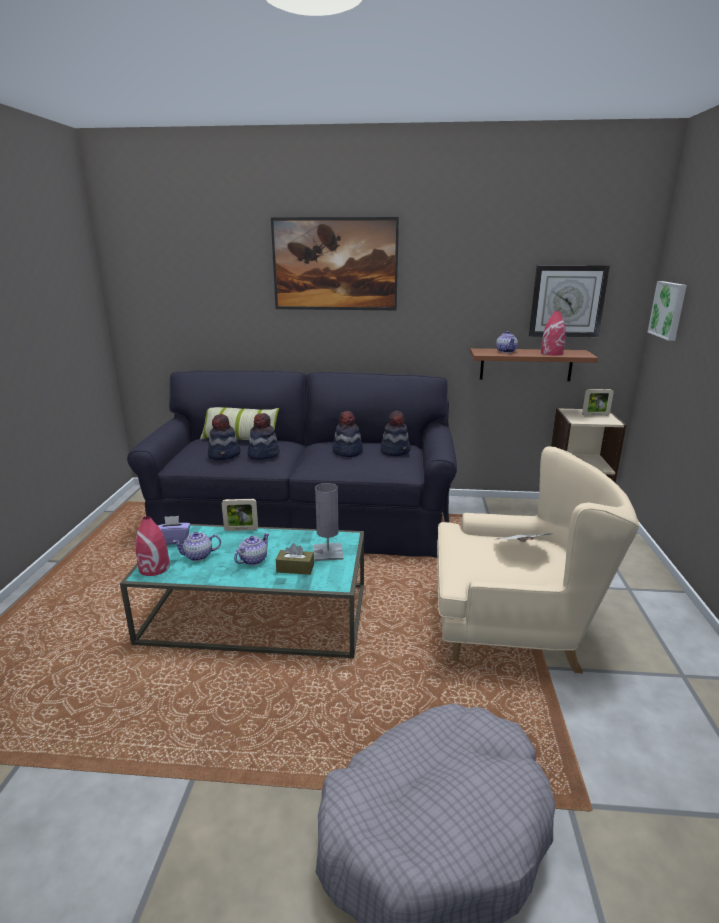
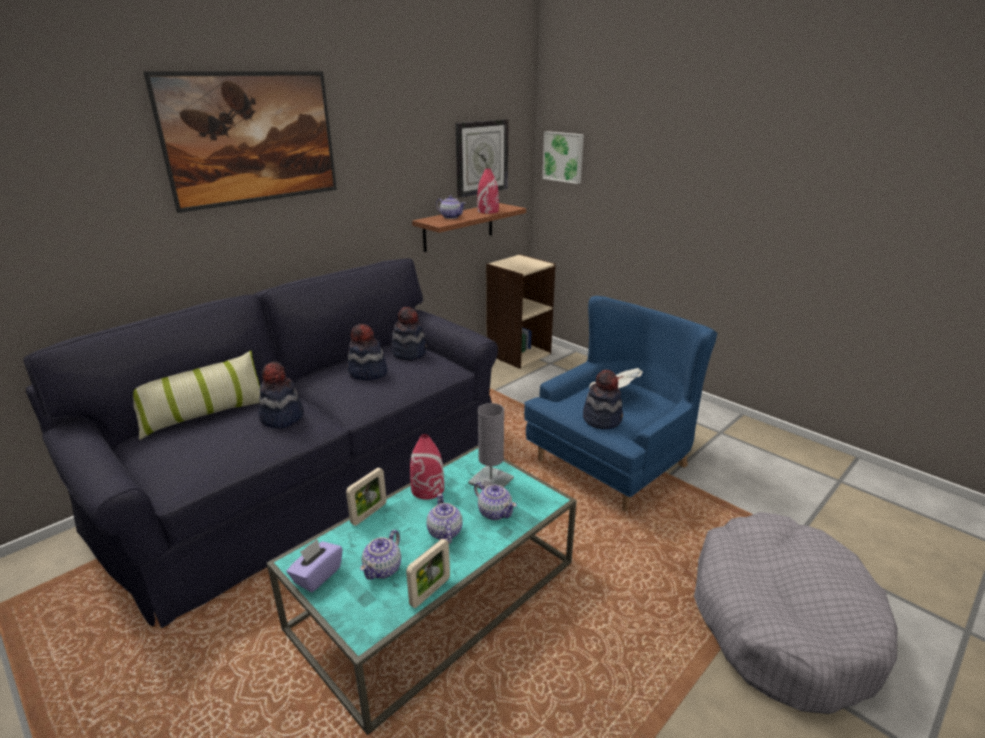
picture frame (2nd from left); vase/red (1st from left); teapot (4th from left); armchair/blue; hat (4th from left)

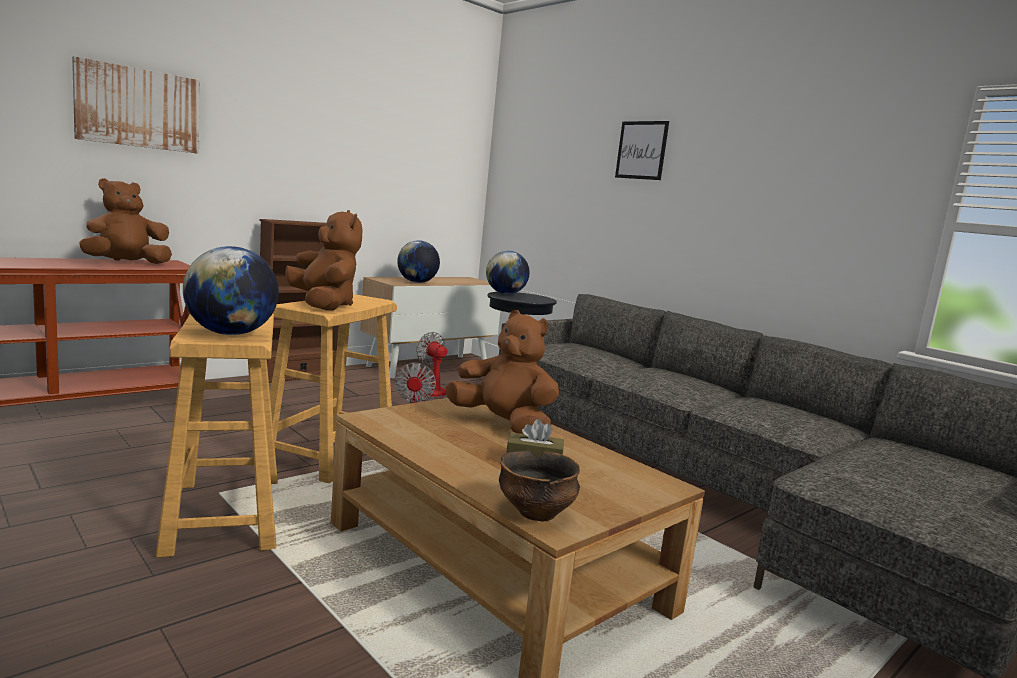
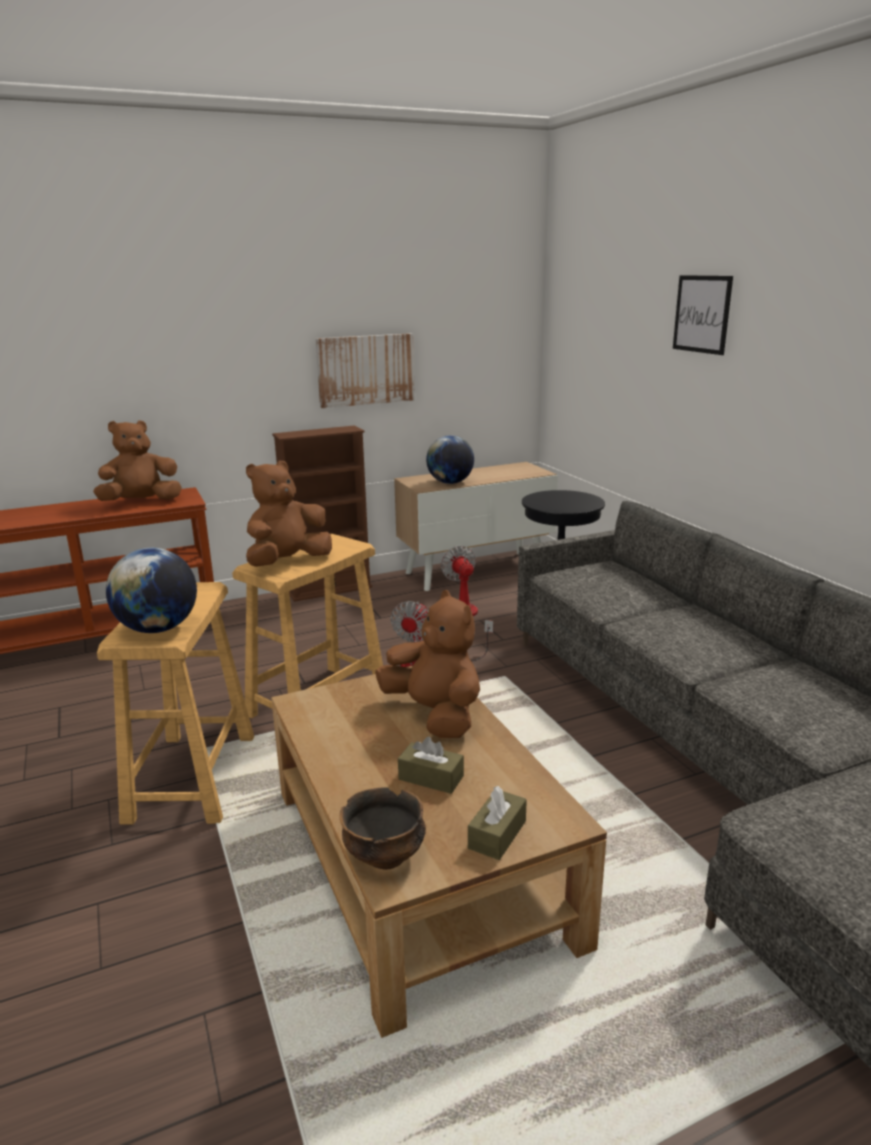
plush toy/brown (2nd from left); picture (1st from left); tissue box/brown (2nd from left); globe (3rd from left in the first image)

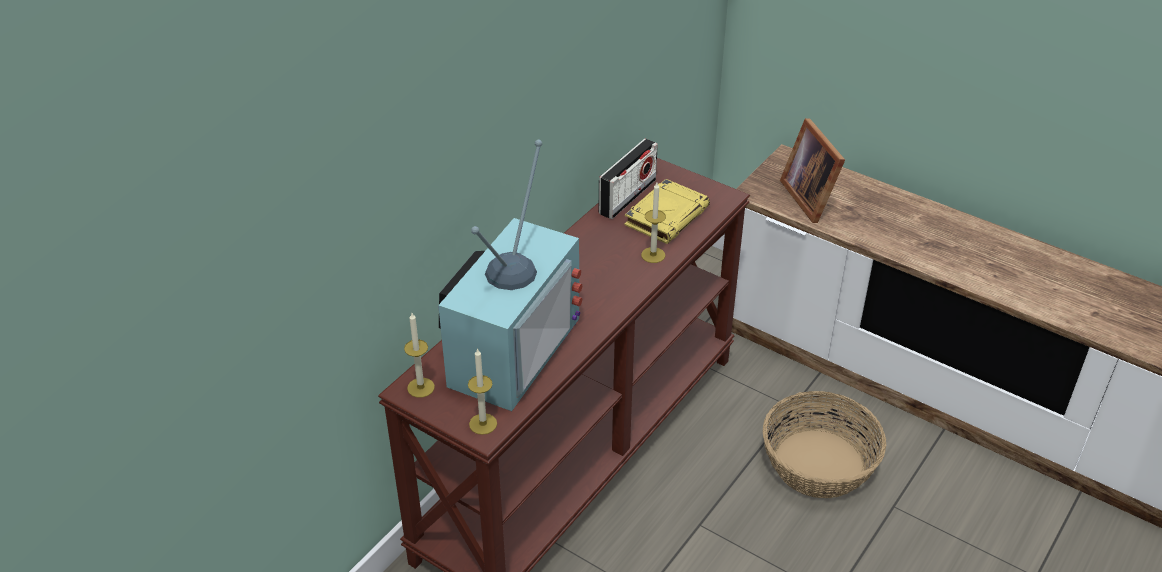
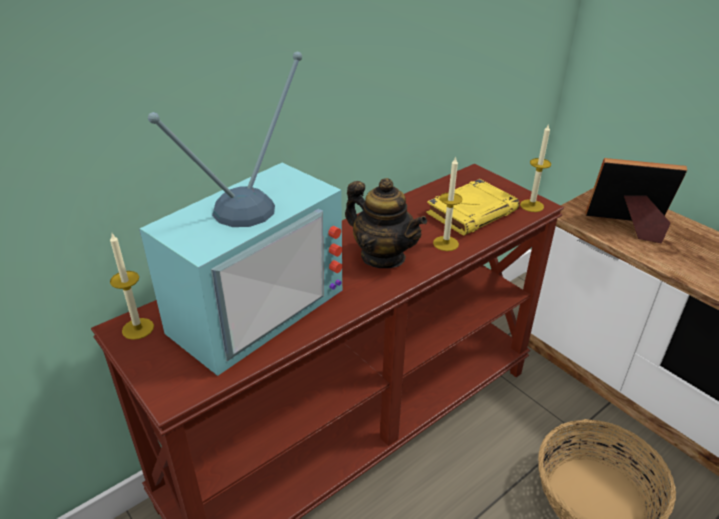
teapot; candle (3rd from left); picture frame; radio

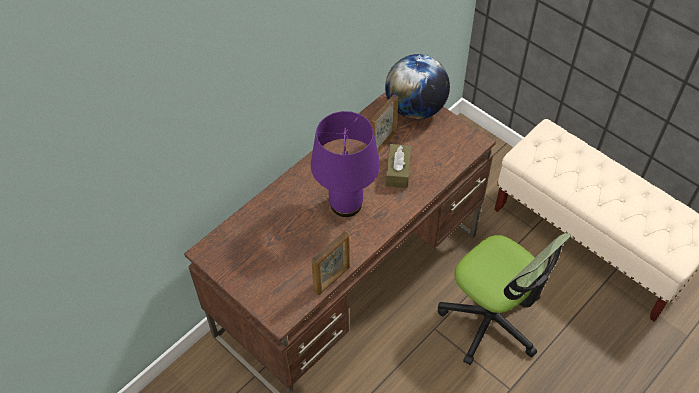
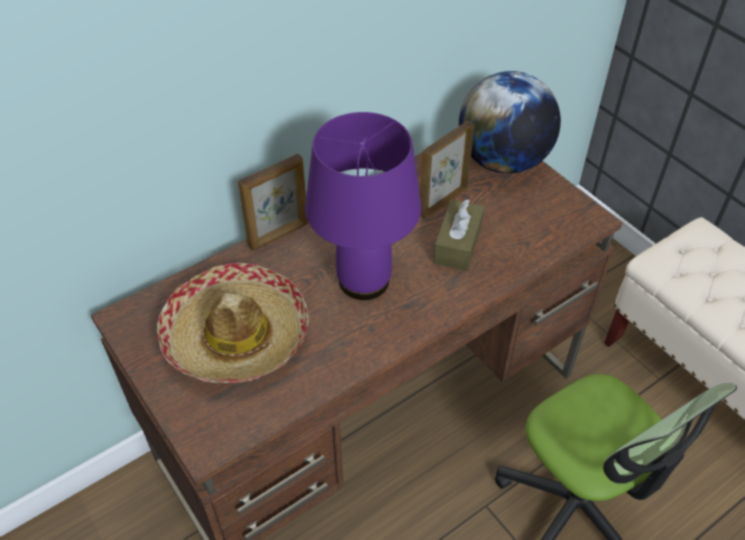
hat; picture frame (1st from left)

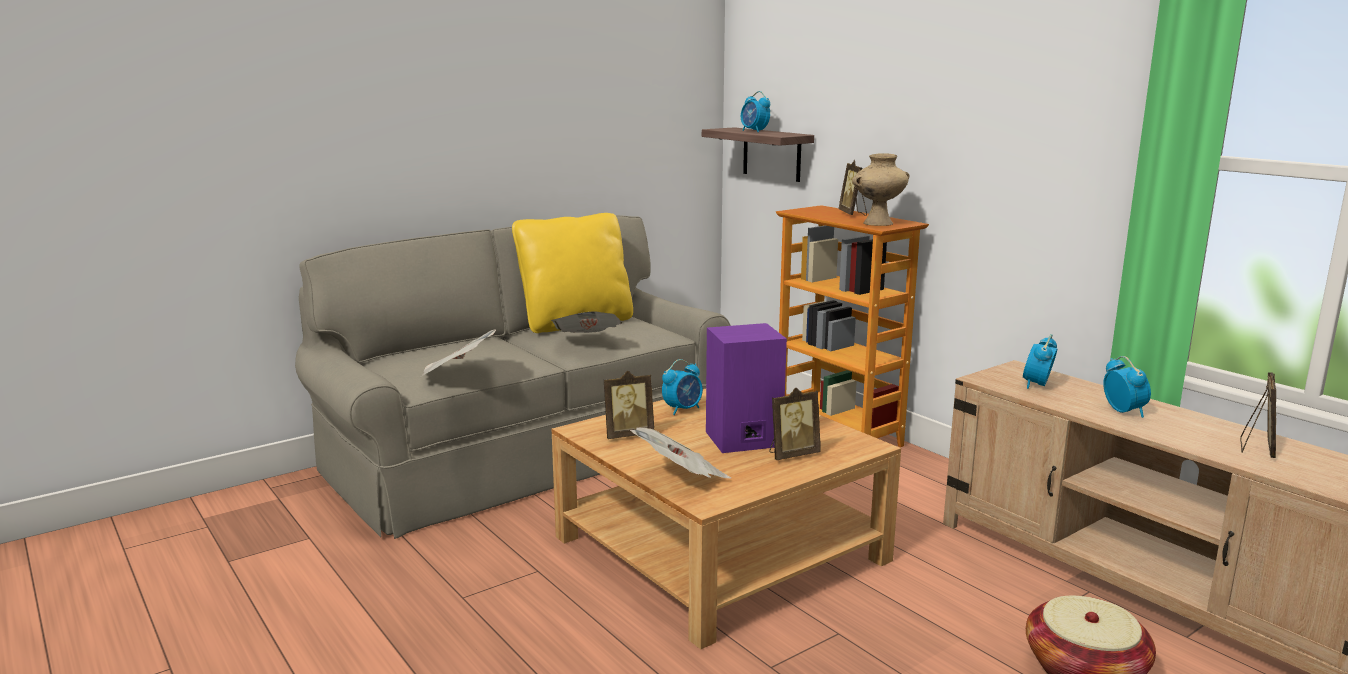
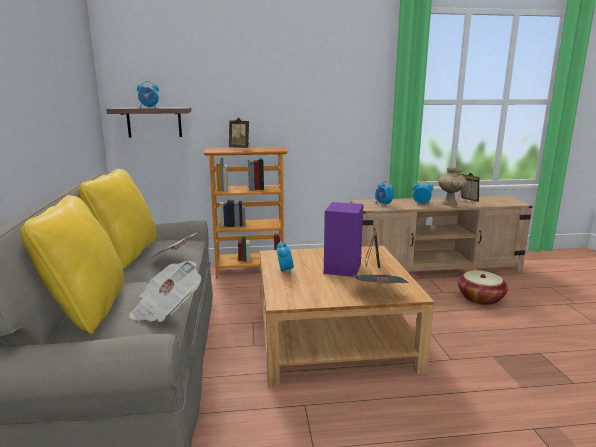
pillow/yellow (1st from left); vase/beige; picture frame (1st from left in the first image)

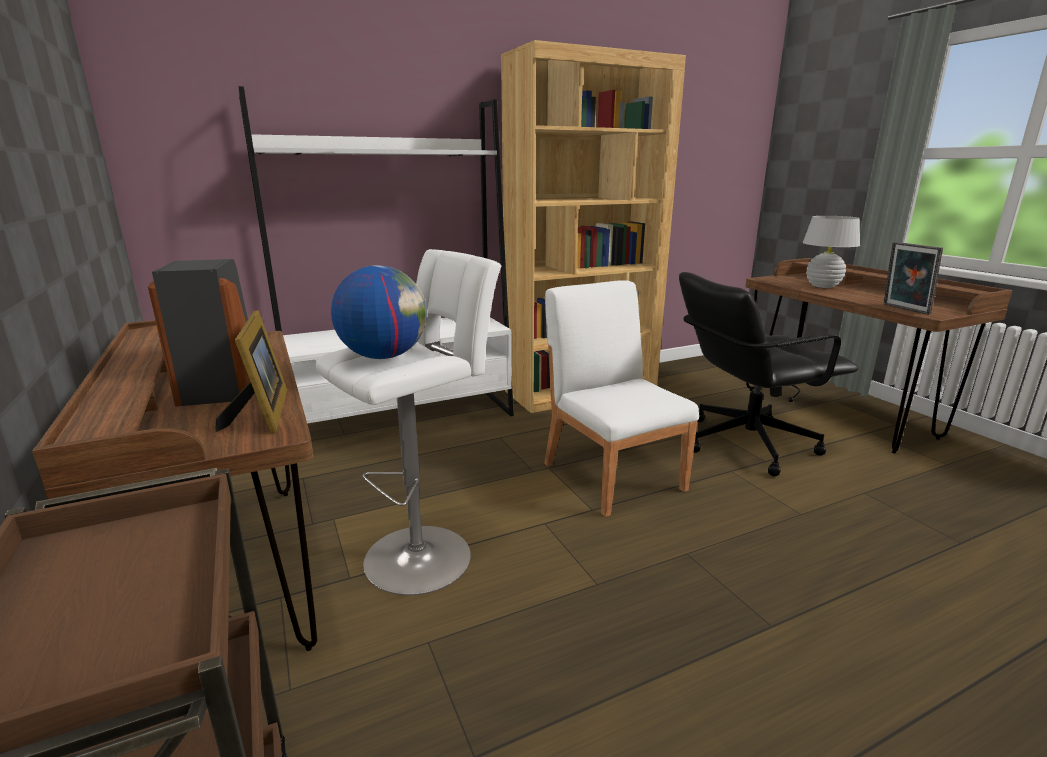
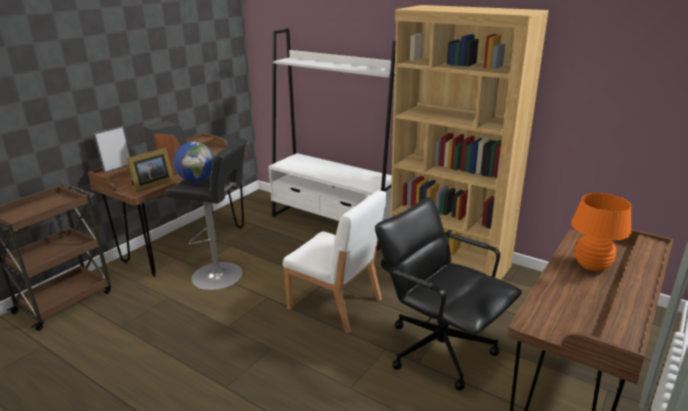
picture frame (1st from left); stool/black; chair/white; table lamp/orange

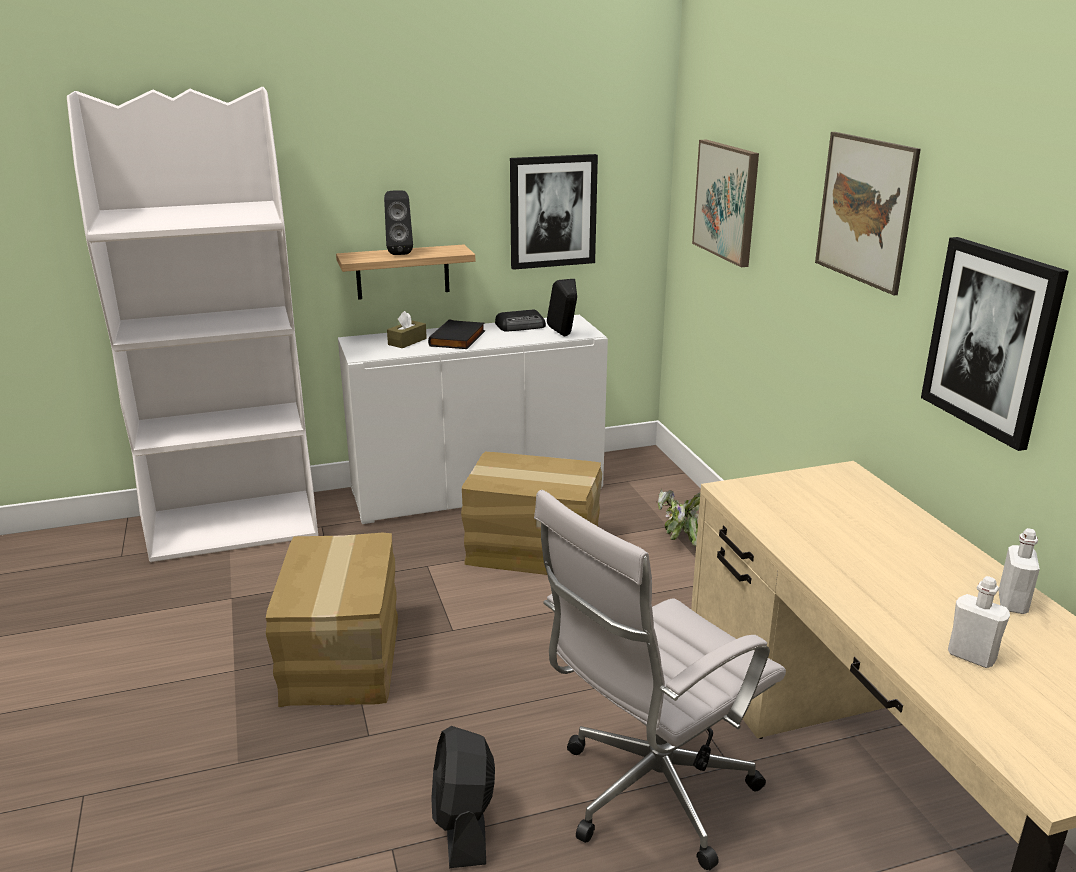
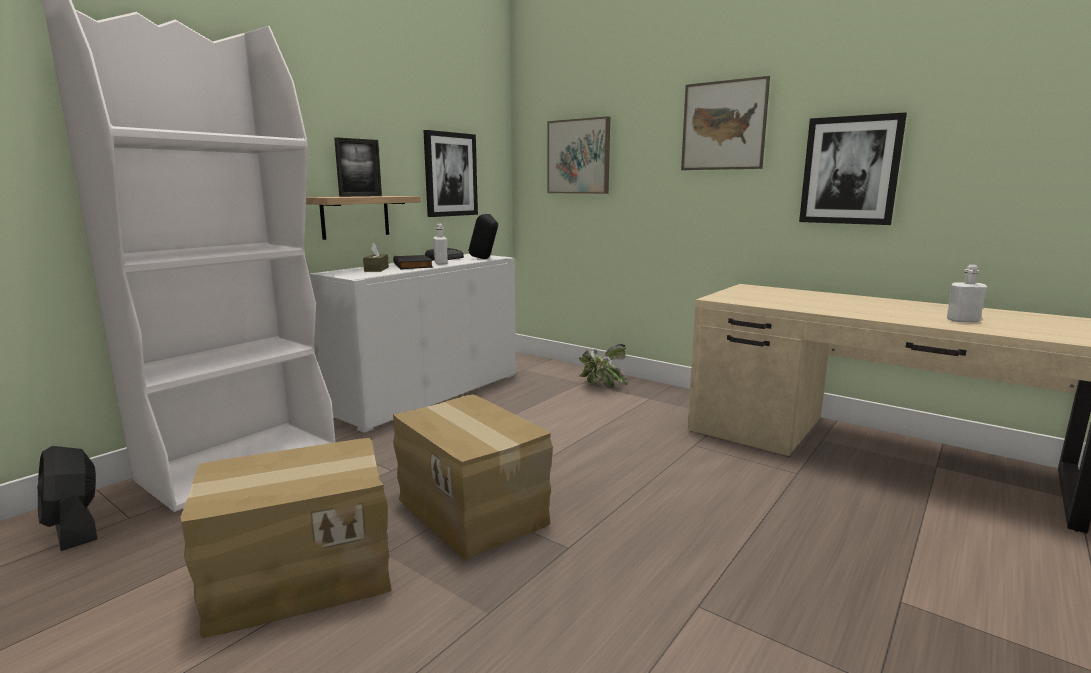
fan/black; cardboard box (1st from left); picture frame; bottle/white (1st from left); office chair/white

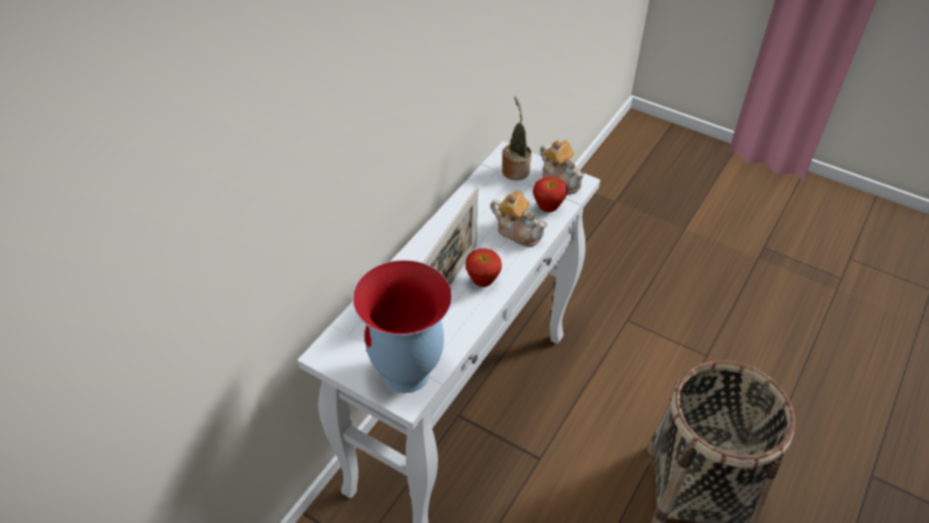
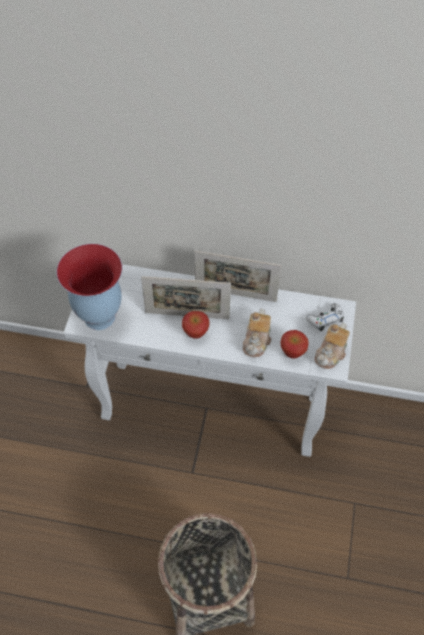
picture frame (2nd from left); game controller/white

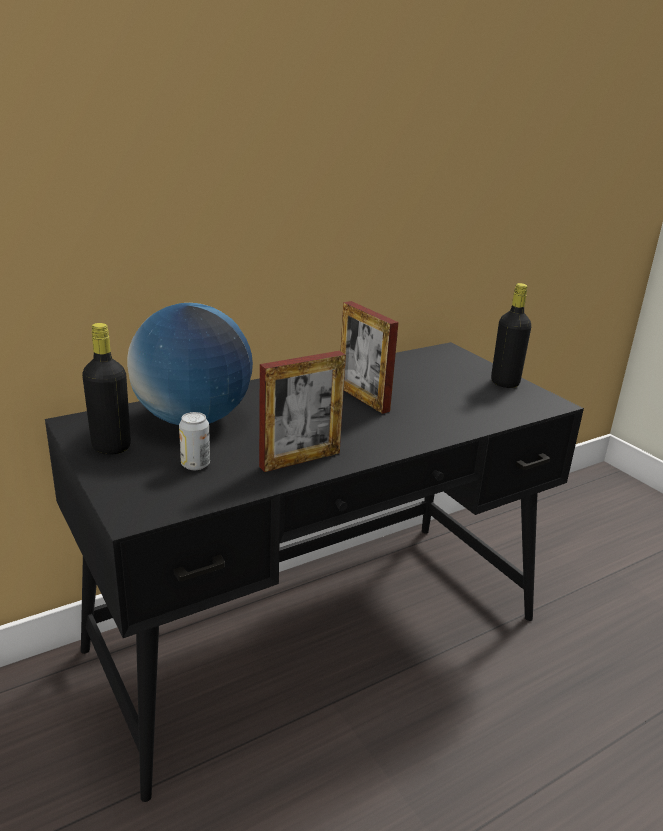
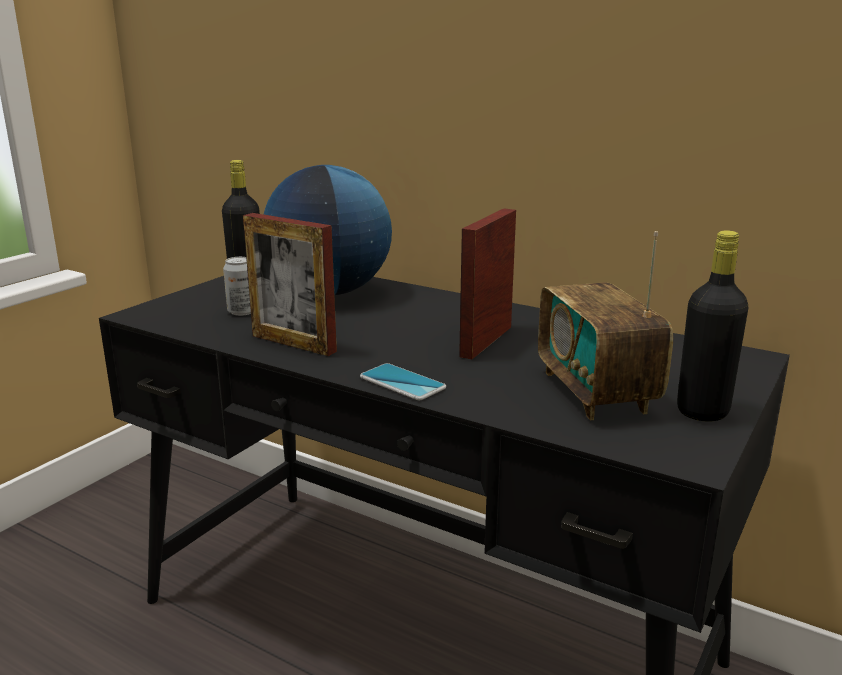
phone; radio

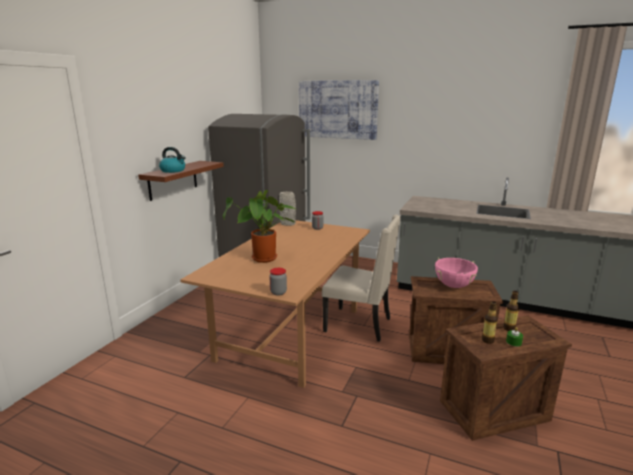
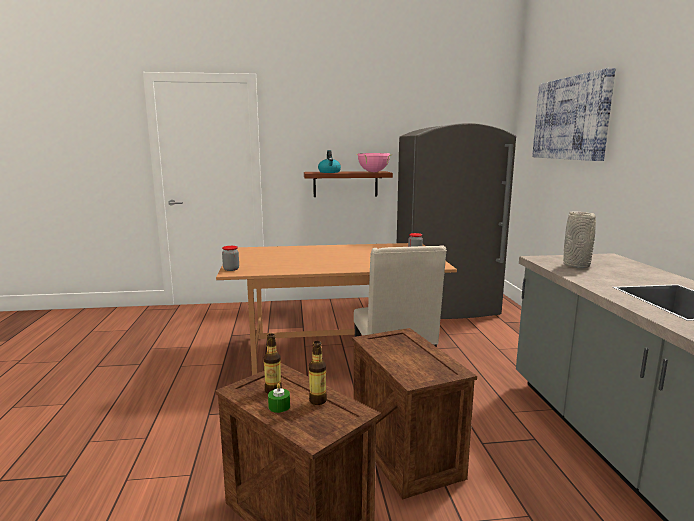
cooking pot/pink; vase/grey; potted plant

